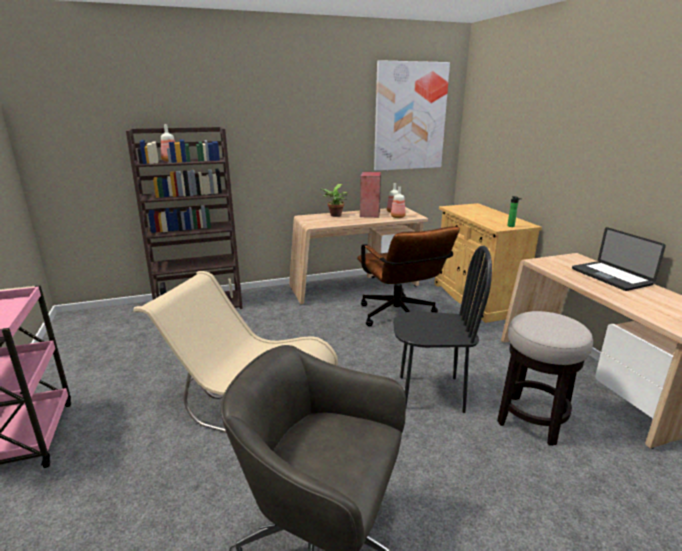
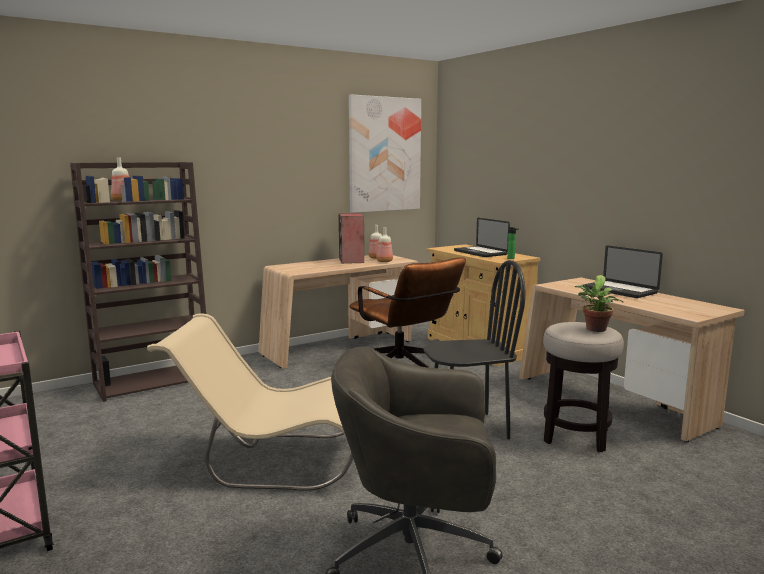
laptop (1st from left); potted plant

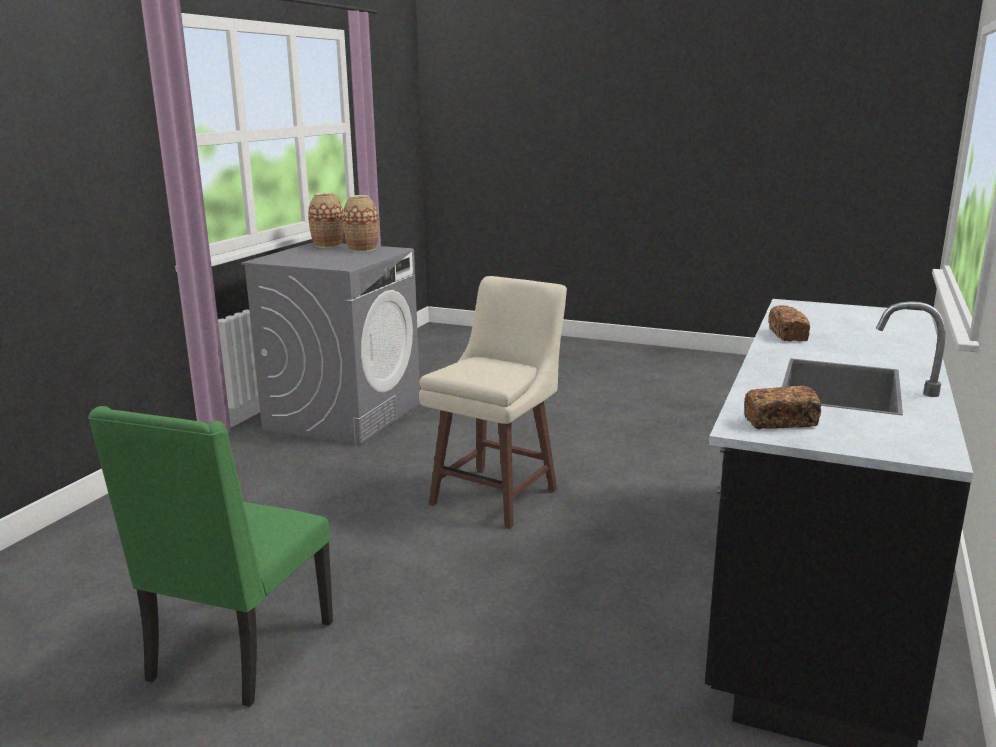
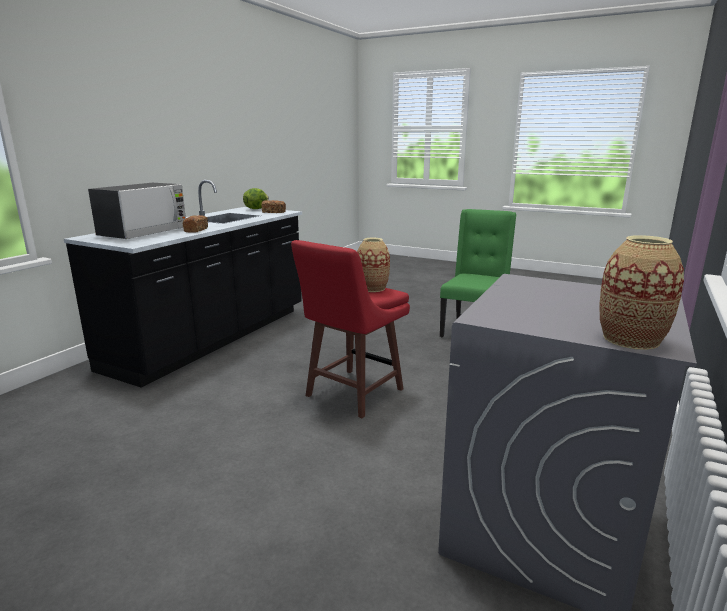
microwave; lettuce; stool/red; vase (1st from left)

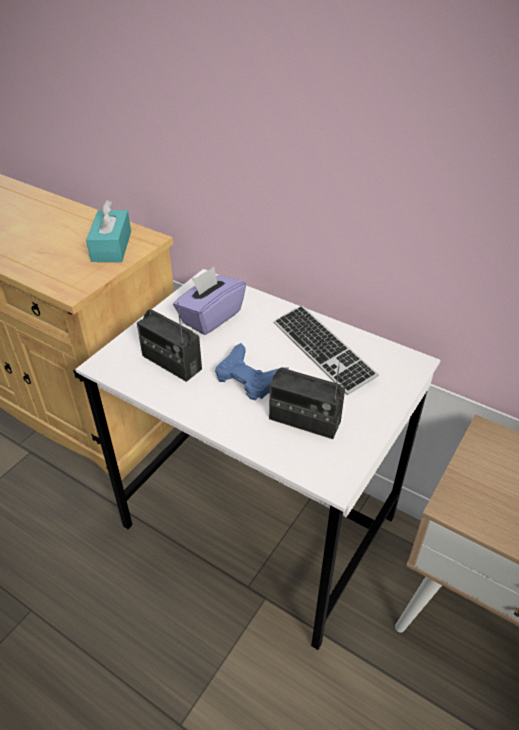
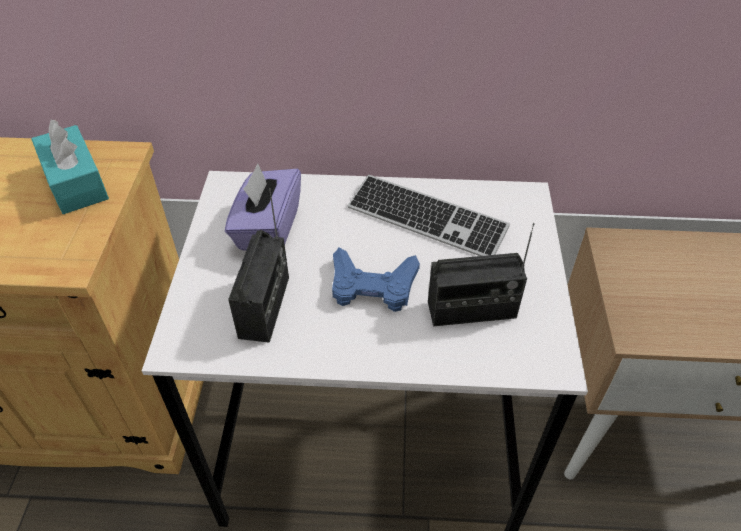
radio (1st from left)

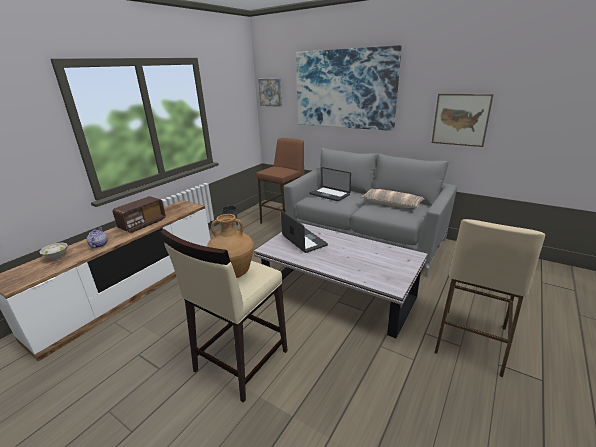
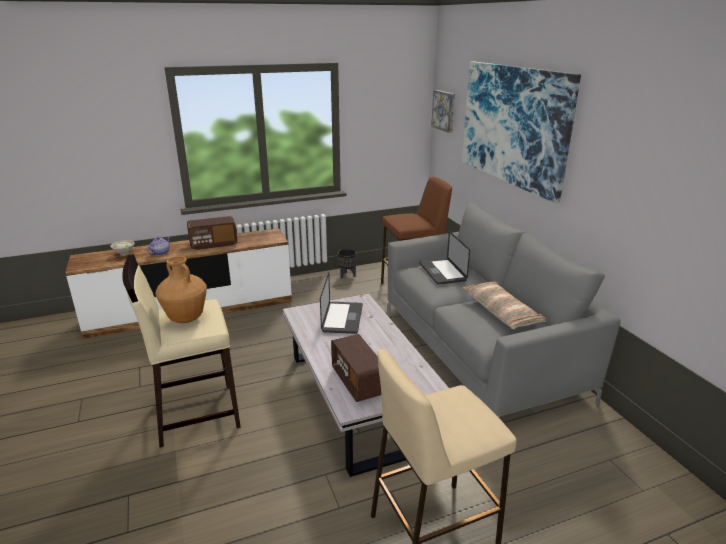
radio (2nd from left); picture (3rd from left in the first image)

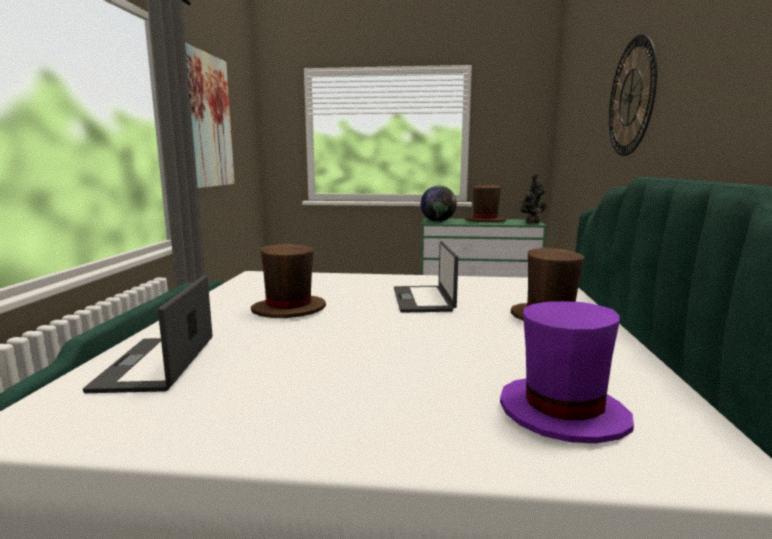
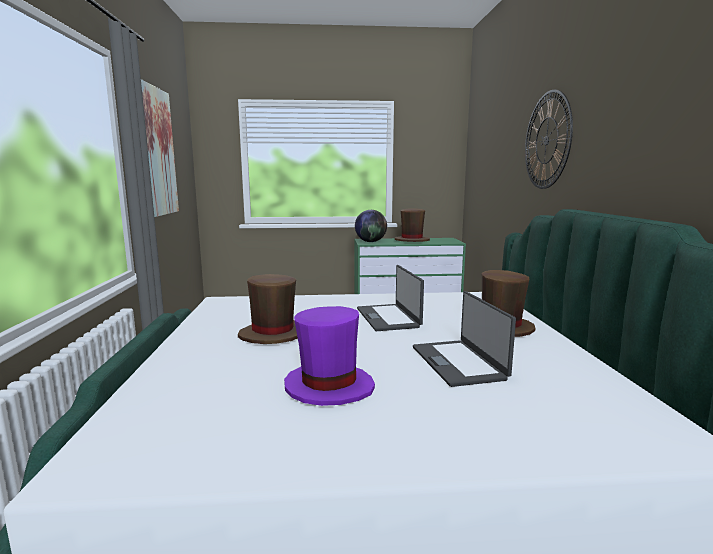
hat/purple; laptop (2nd from left); potted plant

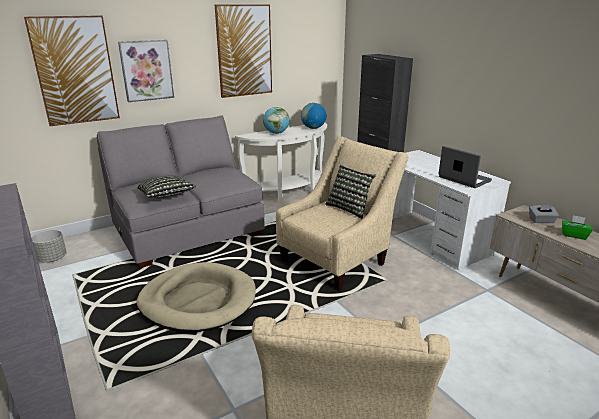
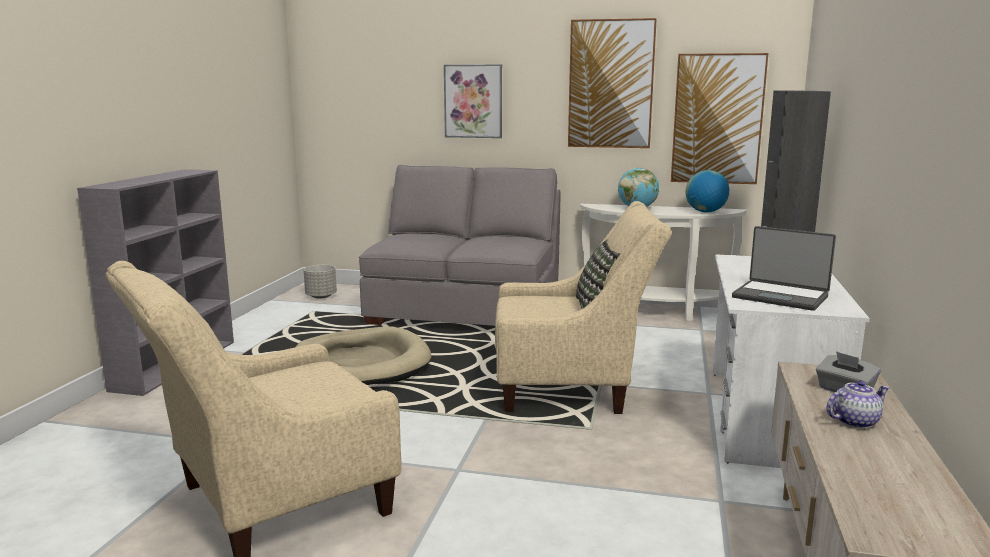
picture (3rd from left); laptop; teapot; pillow (1st from left in the first image)

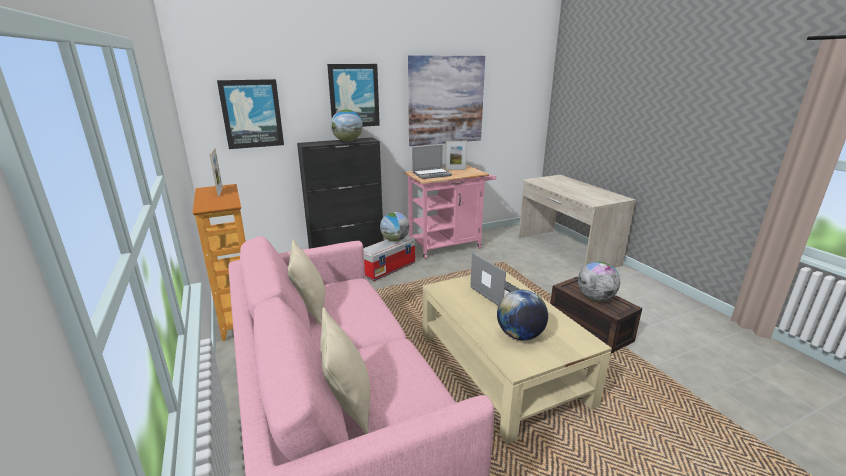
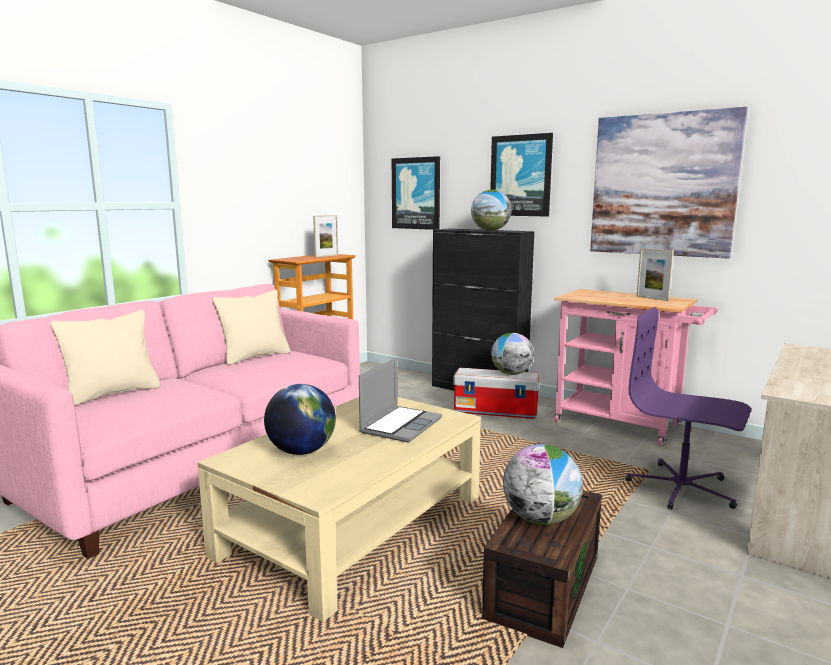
office chair/purple; laptop (1st from left in the first image)

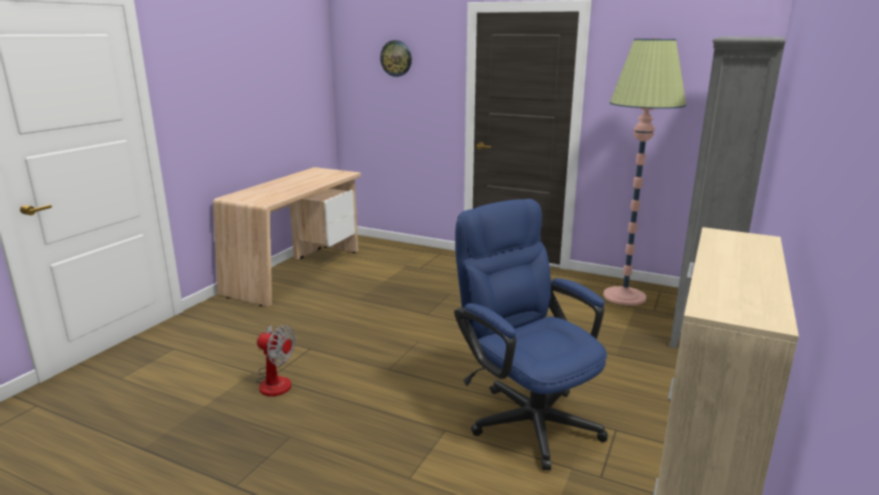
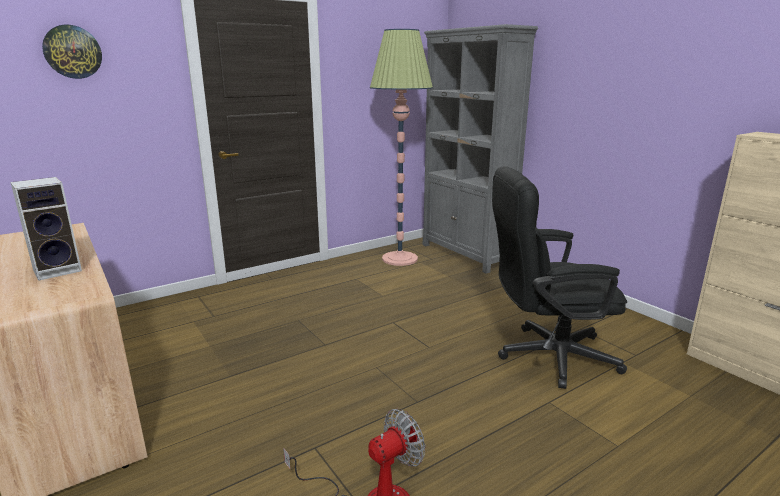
speaker; office chair/black

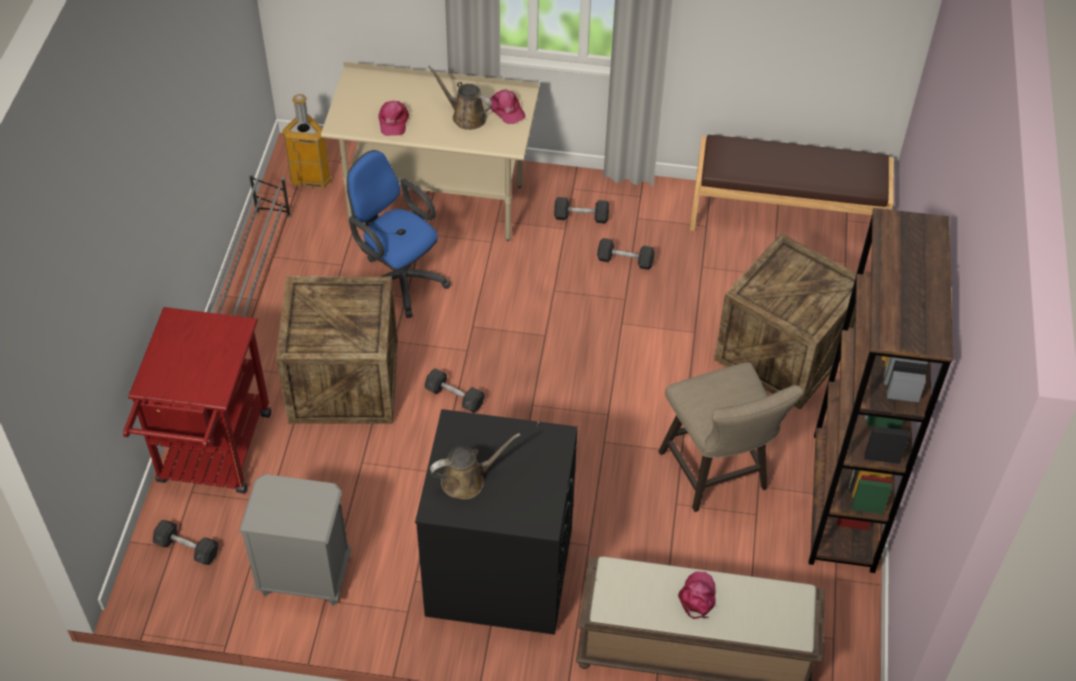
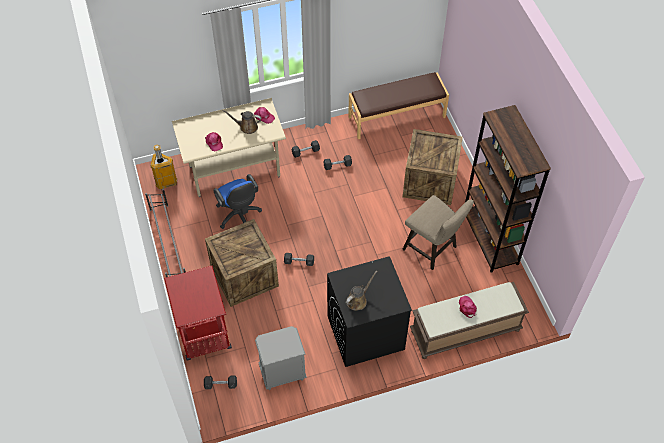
office chair/blue

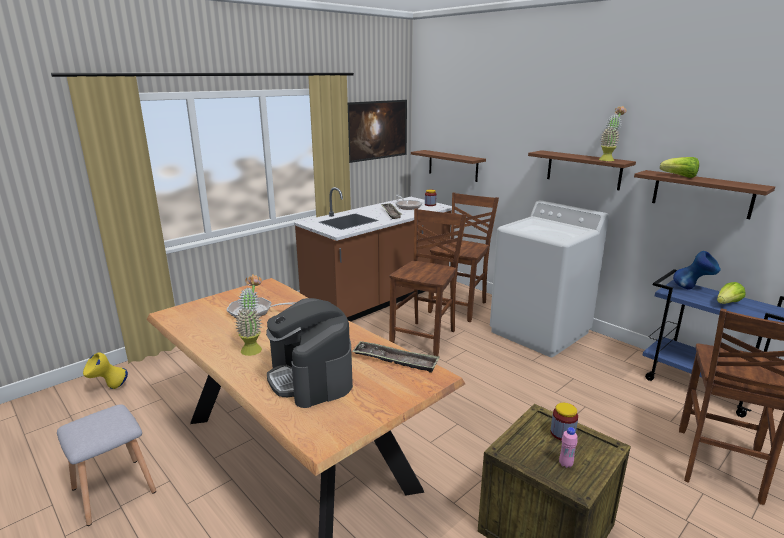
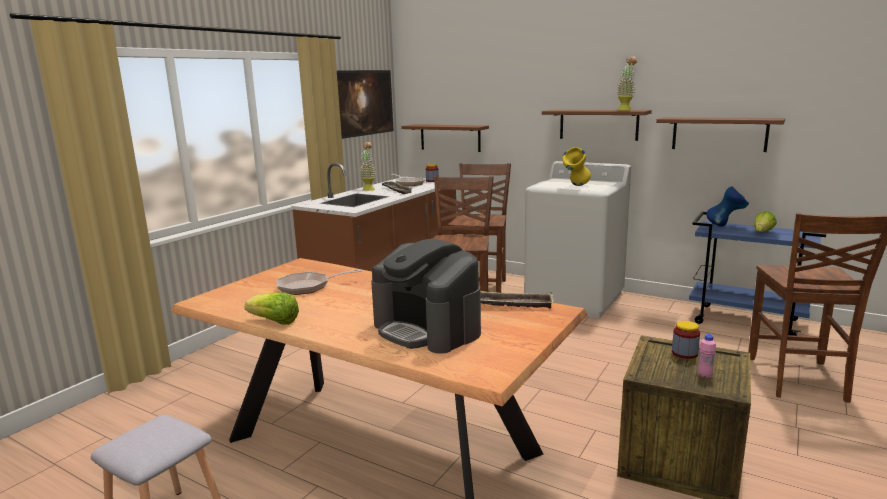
lettuce (1st from left); potted plant (1st from left); vase/yellow

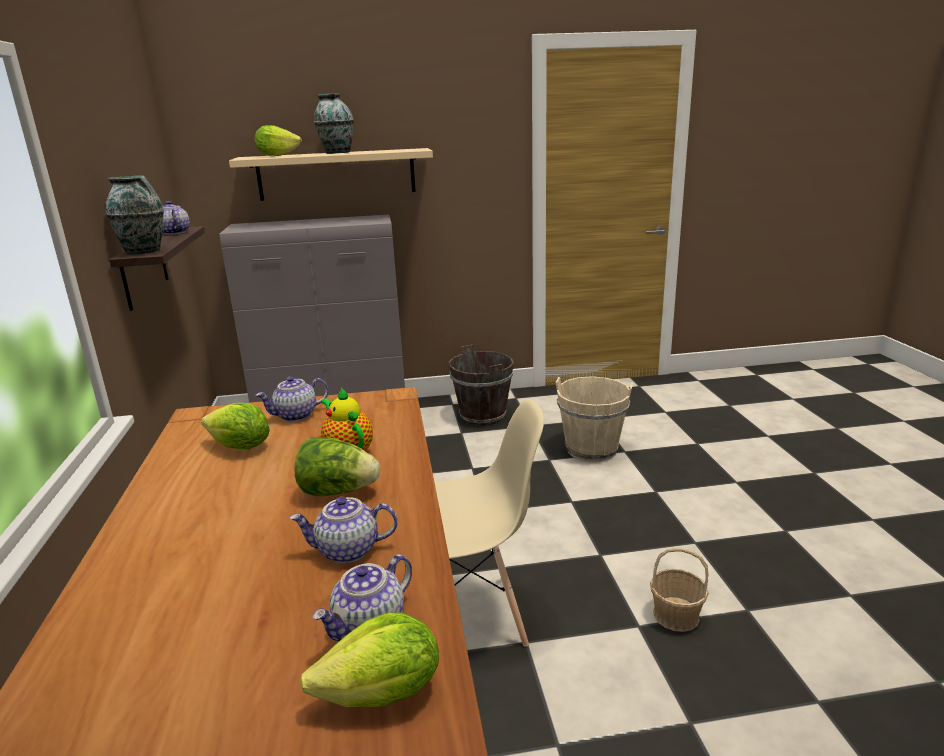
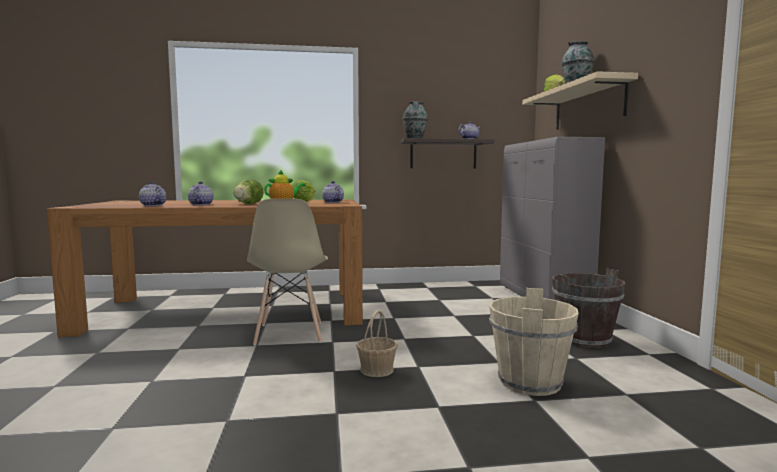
basket; lettuce (4th from left in the first image)

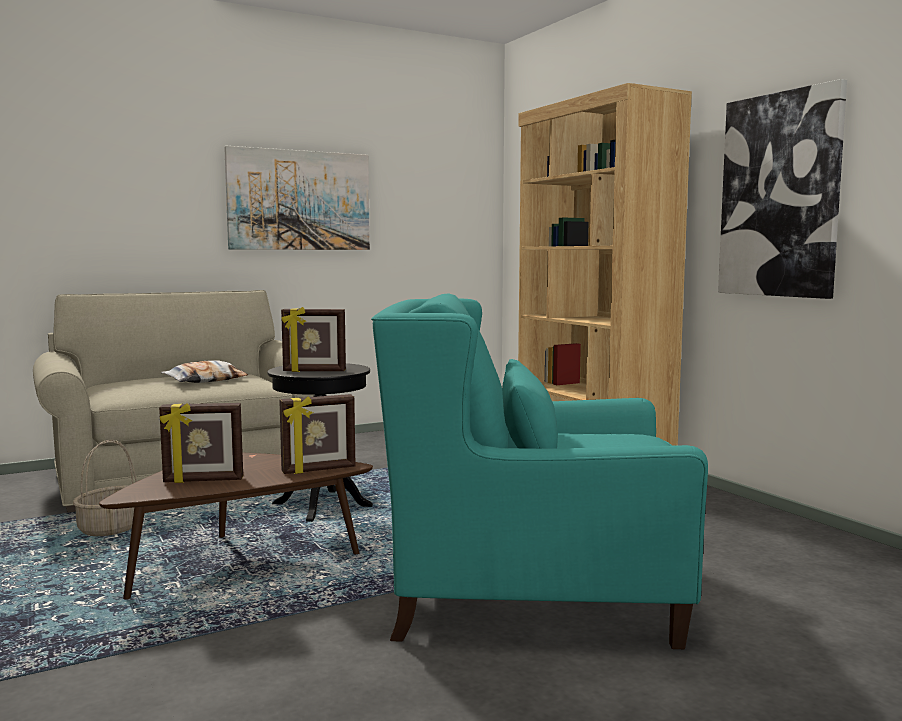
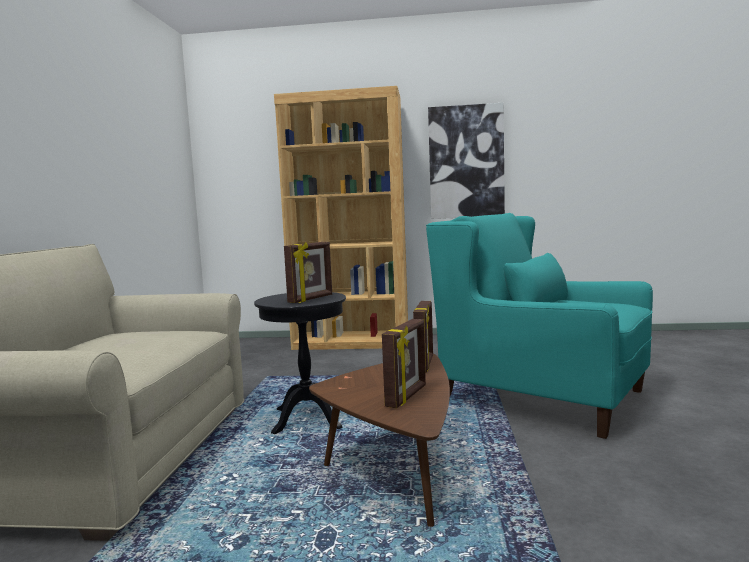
armchair/turquoise; basket; pillow; picture (1st from left in the first image)

